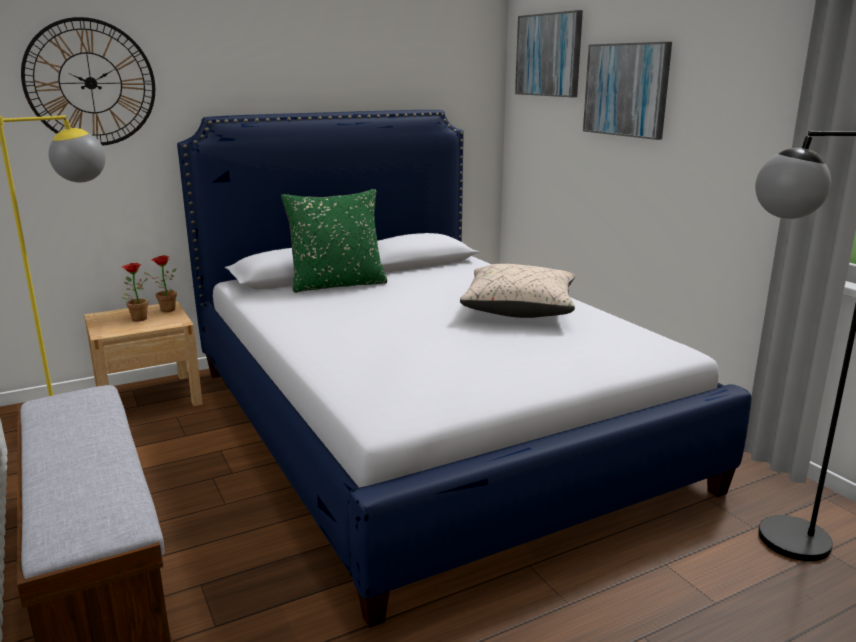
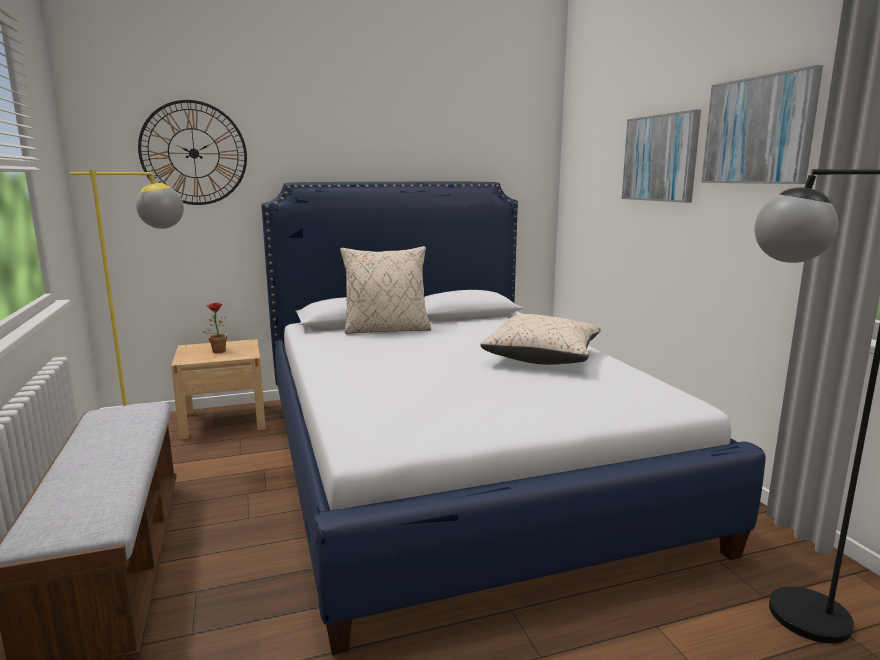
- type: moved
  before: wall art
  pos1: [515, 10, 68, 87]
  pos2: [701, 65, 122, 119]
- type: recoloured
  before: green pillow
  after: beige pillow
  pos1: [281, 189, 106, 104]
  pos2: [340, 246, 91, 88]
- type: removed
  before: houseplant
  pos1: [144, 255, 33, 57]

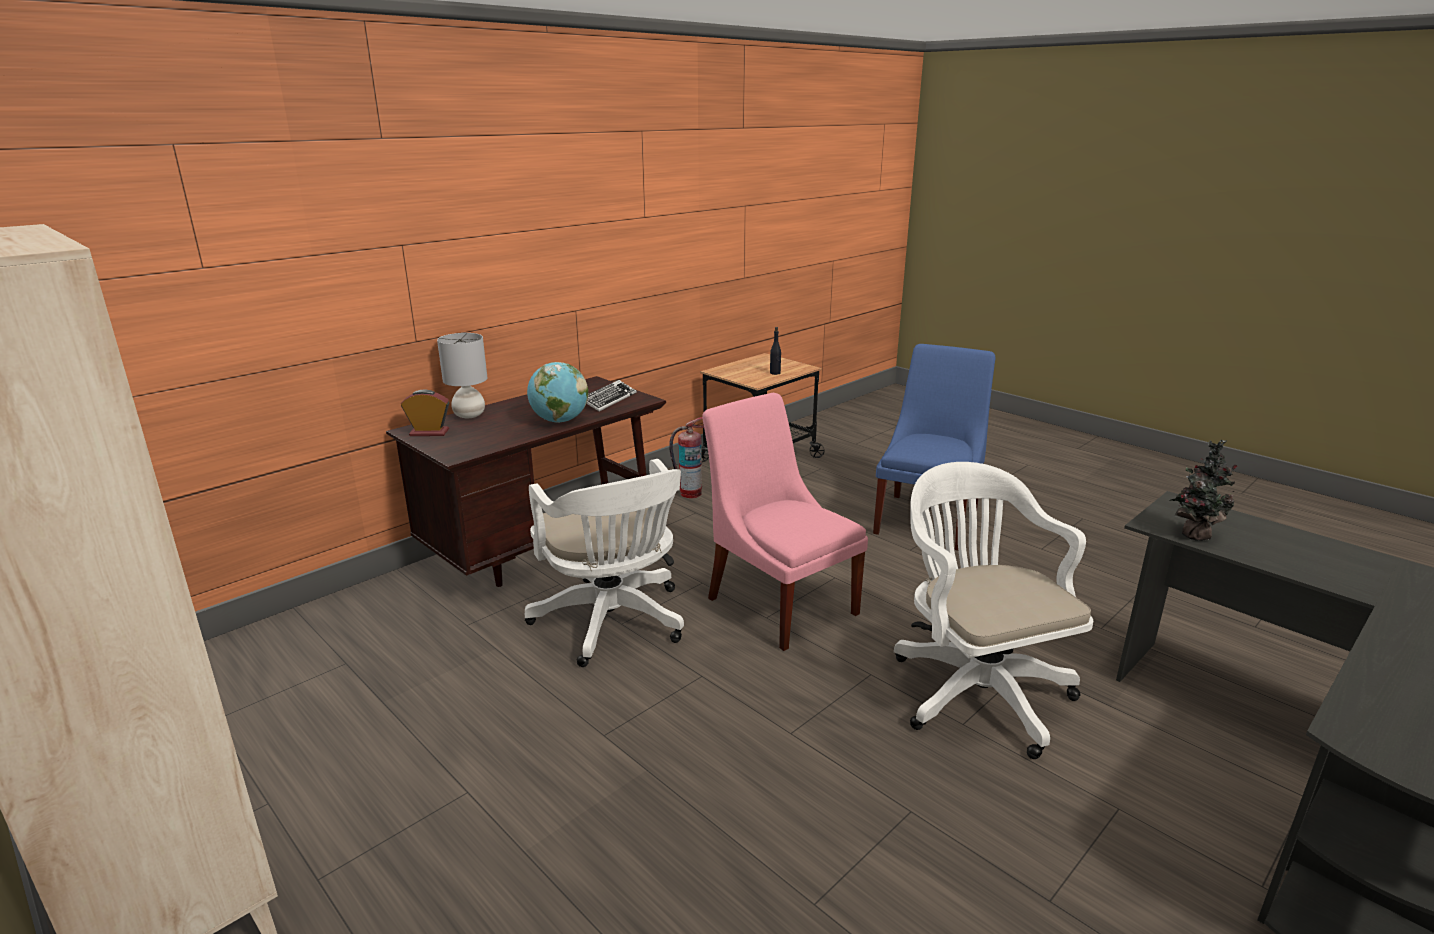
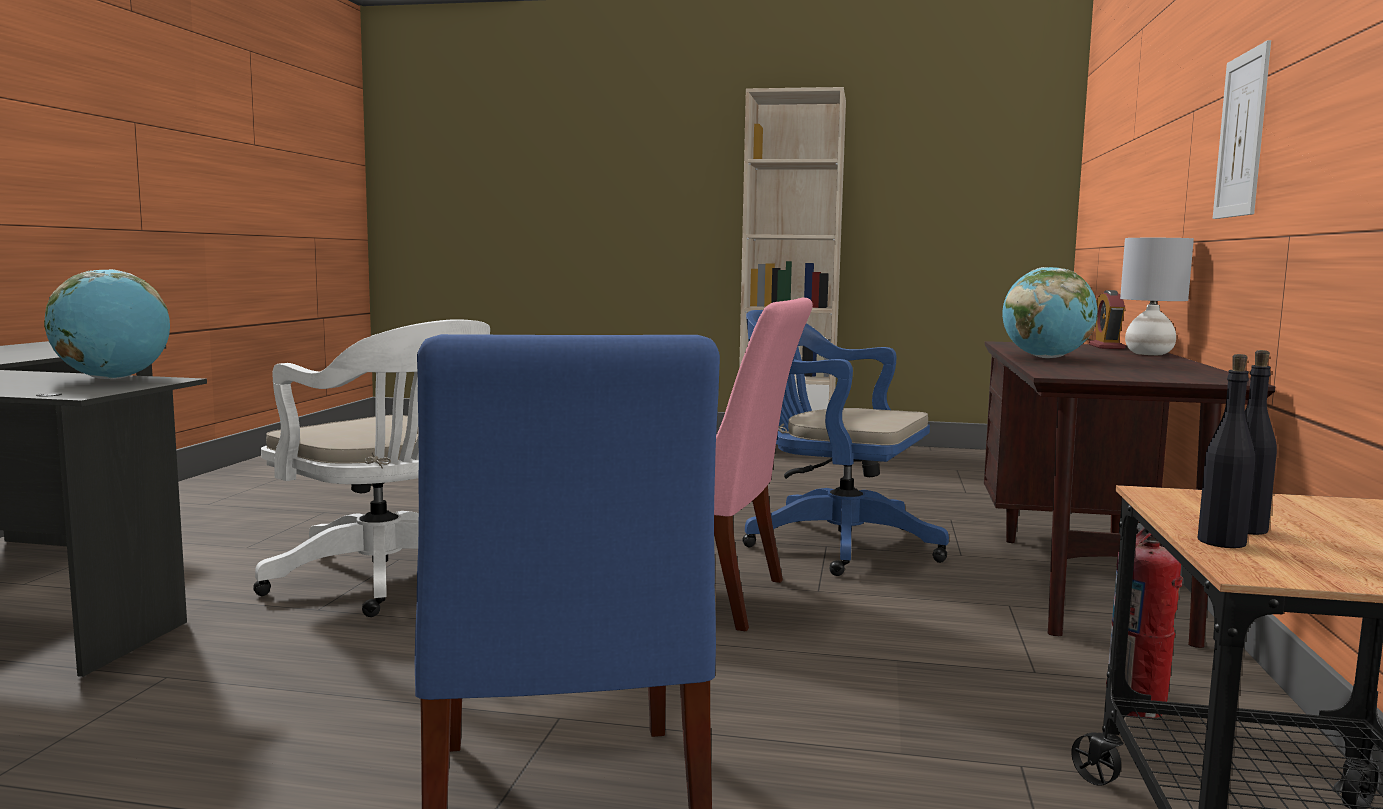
- type: removed
  before: PC keyboard
  pos1: [587, 380, 50, 31]
- type: turned
  before: table clock
  pos1: [401, 389, 49, 47]
  pos2: [1089, 290, 37, 59]
  turn: 135
- type: replaced
  before: houseplant
  after: globe
  pos1: [1170, 440, 67, 101]
  pos2: [44, 269, 126, 110]
- type: recoloured
  before: white desk chair
  after: bluish desk chair
  pos1: [525, 459, 159, 208]
  pos2: [742, 310, 207, 266]
- type: added
  after: wall art
  pos2: [1213, 40, 58, 179]
- type: added
  after: black bottle
  pos2: [1198, 354, 57, 194]

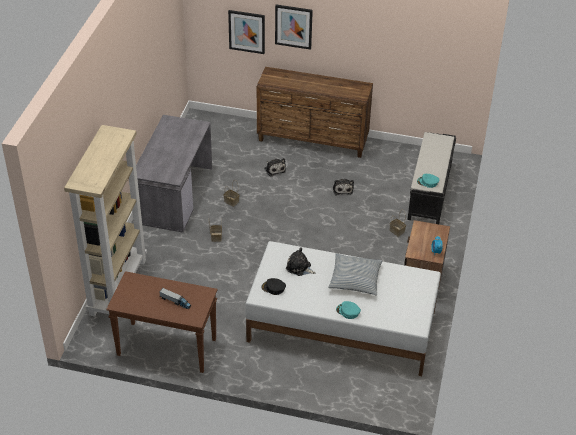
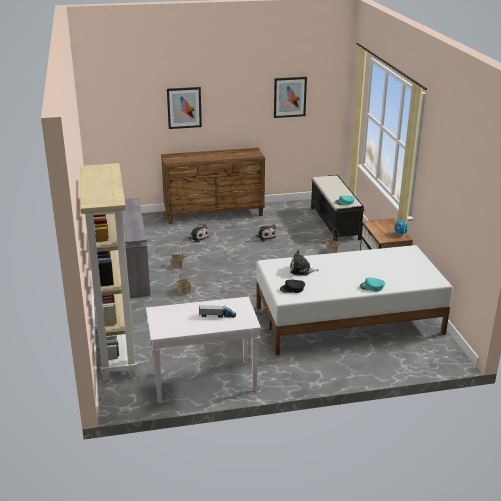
- type: moved
  before: wall art
  pos1: [228, 10, 37, 44]
  pos2: [274, 77, 33, 41]
- type: removed
  before: pillow
  pos1: [328, 253, 54, 42]
- type: recoloured
  before: brownish console table
  after: white console table
  pos1: [106, 271, 112, 102]
  pos2: [146, 297, 115, 107]

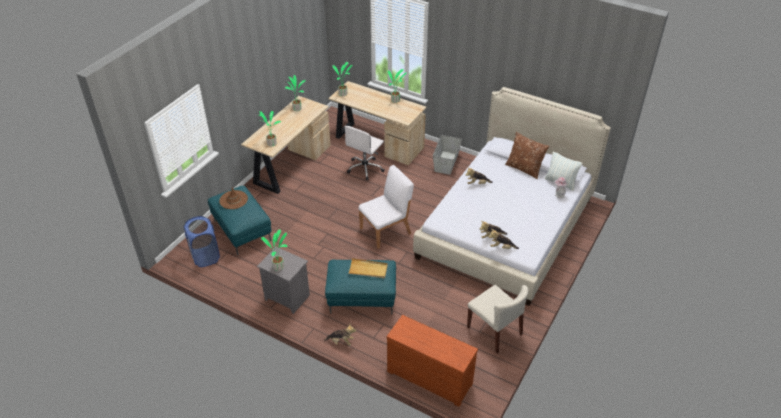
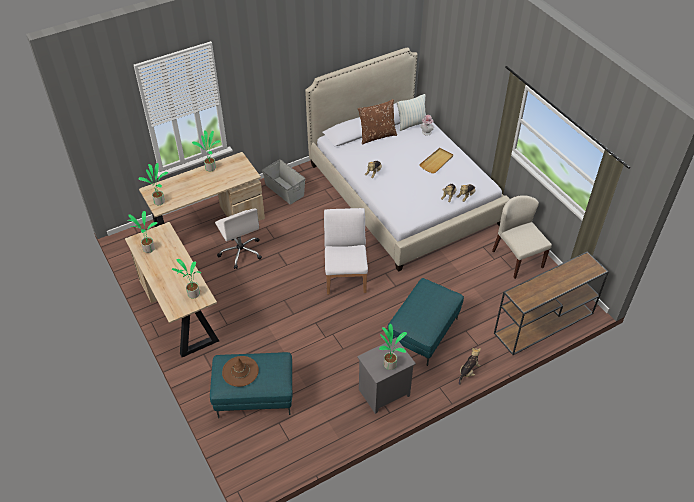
- type: removed
  before: bluish hamper
  pos1: [184, 216, 36, 51]
- type: moved
  before: beige serving tray
  pos1: [348, 258, 40, 20]
  pos2: [419, 148, 34, 25]
- type: turned
  before: beige chair
  pos1: [467, 285, 62, 69]
  pos2: [492, 195, 60, 84]
  turn: -105
- type: replaced
  before: brownish drawer chest
  after: brownish console table
  pos1: [386, 315, 92, 92]
  pos2: [494, 251, 115, 104]

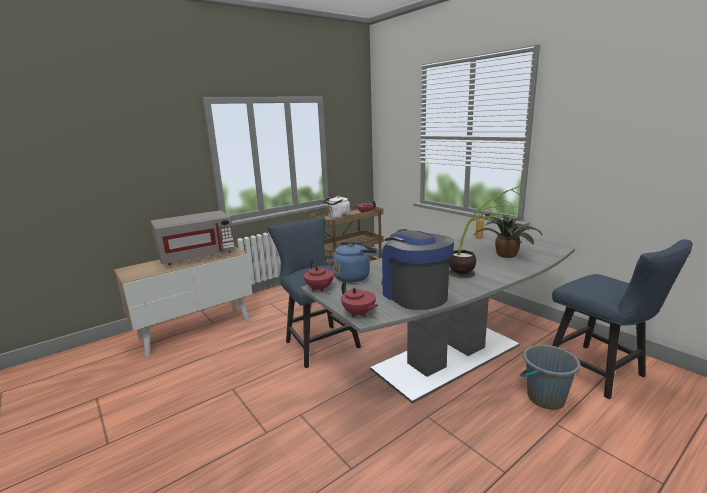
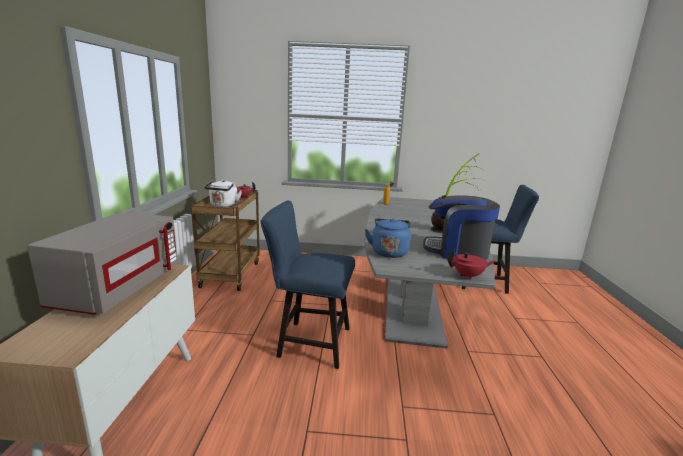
- type: removed
  before: houseplant
  pos1: [473, 214, 69, 44]
- type: removed
  before: red-coloured teapot
  pos1: [304, 260, 30, 32]
- type: removed
  before: grey bucket
  pos1: [520, 345, 60, 64]

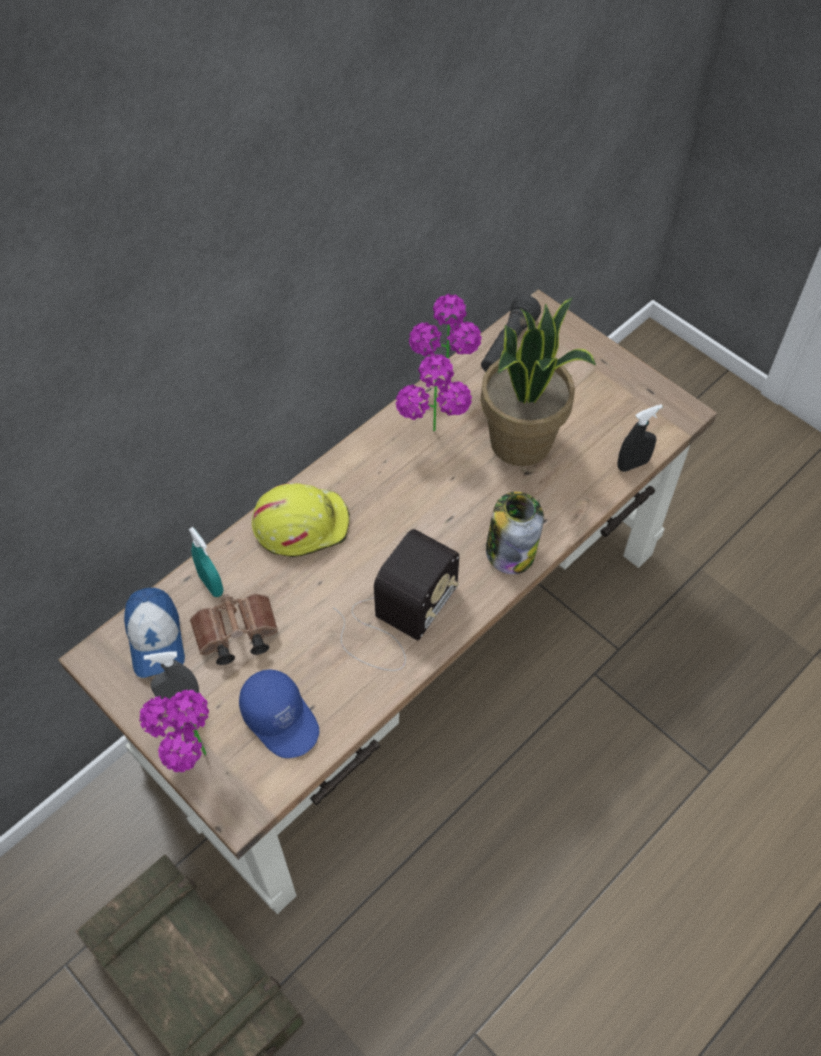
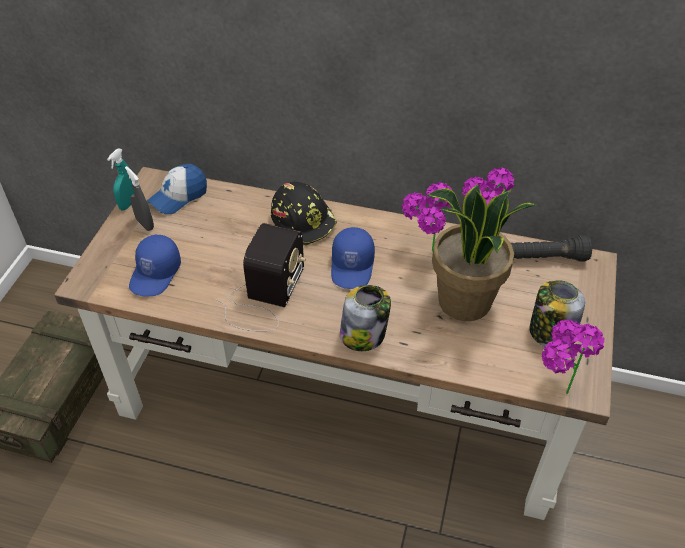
- type: removed
  before: black sprayer
  pos1: [617, 404, 45, 68]
- type: recoloured
  before: yellow-coloured hard hat
  after: black hard hat
  pos1: [252, 483, 98, 74]
  pos2: [271, 182, 66, 63]
- type: moved
  before: turquoise sprayer
  pos1: [188, 527, 35, 70]
  pos2: [107, 148, 27, 62]
- type: turned
  before: radio set
  pos1: [333, 529, 126, 142]
  pos2: [214, 223, 92, 108]
  turn: -75
- type: removed
  before: brownish field glasses
  pos1: [190, 593, 88, 72]
- type: moved
  before: houseplant
  pos1: [139, 690, 70, 82]
  pos2: [542, 319, 63, 75]
- type: added
  after: bluish peaked cap
  pos2: [331, 227, 44, 62]
- type: added
  after: jar
  pos2: [529, 280, 56, 67]

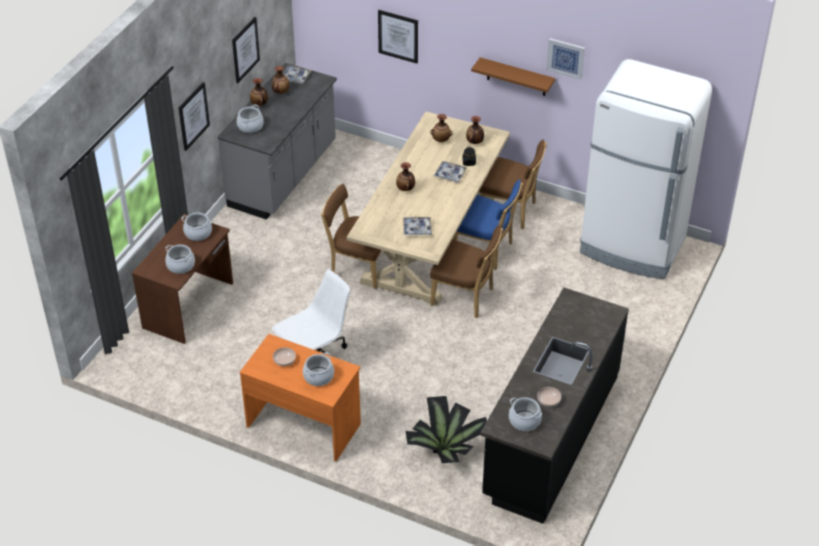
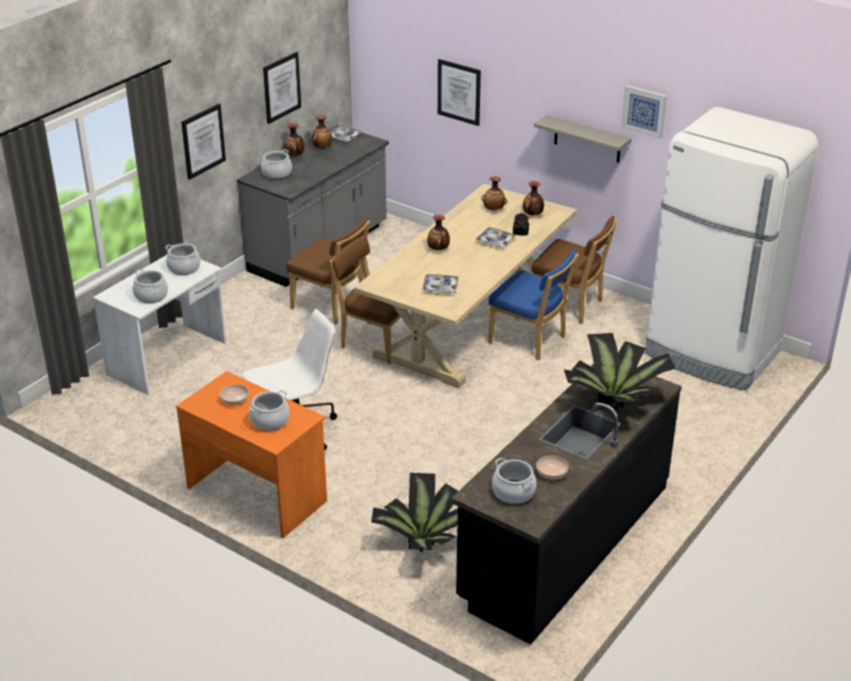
- type: recoloured
  before: brownish shelf
  after: grey shelf
  pos1: [471, 57, 84, 39]
  pos2: [534, 115, 97, 48]
- type: recoloured
  before: brownish desk table
  after: white desk table
  pos1: [132, 214, 101, 130]
  pos2: [93, 255, 134, 140]
- type: moved
  before: brownish chair
  pos1: [430, 225, 73, 93]
  pos2: [286, 217, 84, 108]
- type: added
  after: houseplant
  pos2: [564, 333, 112, 78]

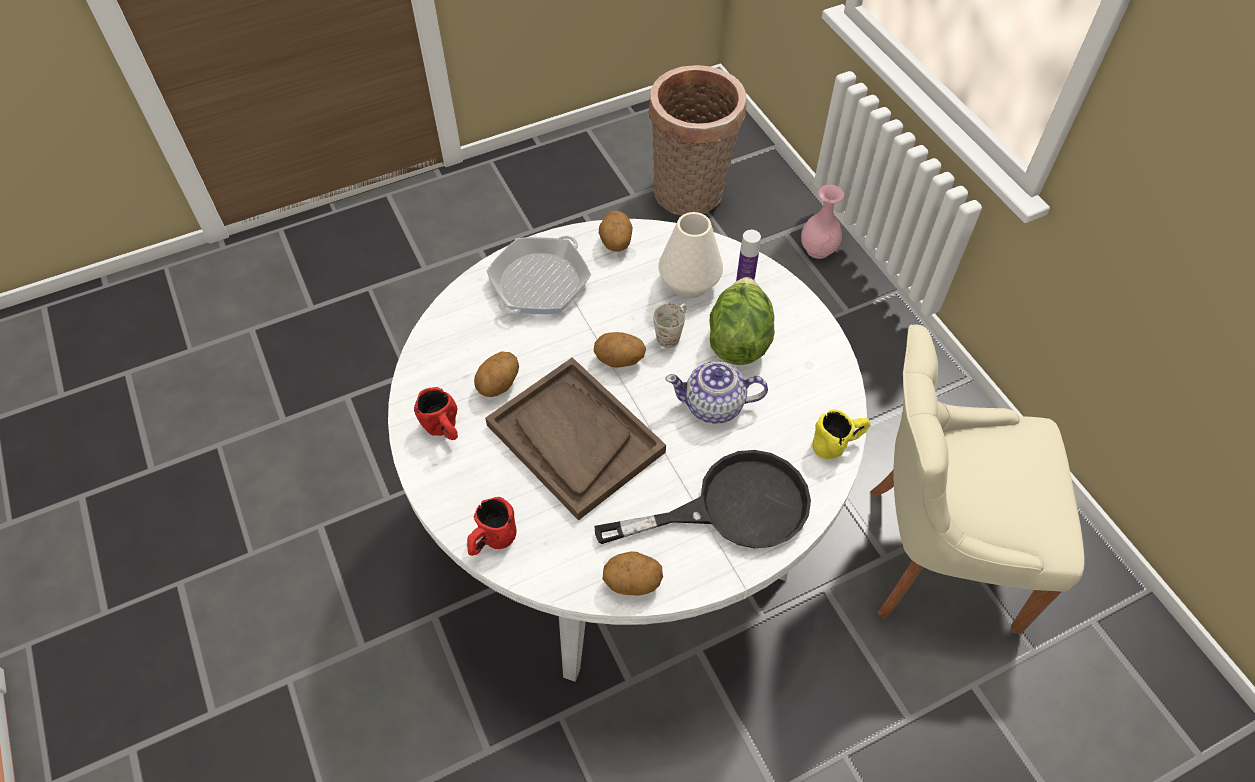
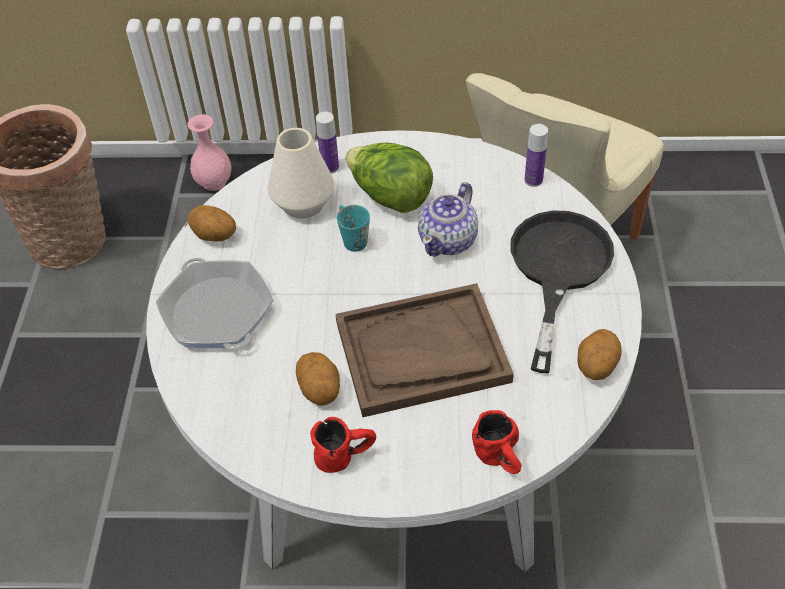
- type: recoloured
  before: white mug
  after: turquoise mug
  pos1: [653, 303, 34, 45]
  pos2: [337, 205, 33, 47]
- type: removed
  before: whole potato
  pos1: [594, 332, 52, 36]
- type: replaced
  before: yellow-coloured mug
  after: bottle
  pos1: [812, 409, 59, 50]
  pos2: [525, 124, 23, 63]

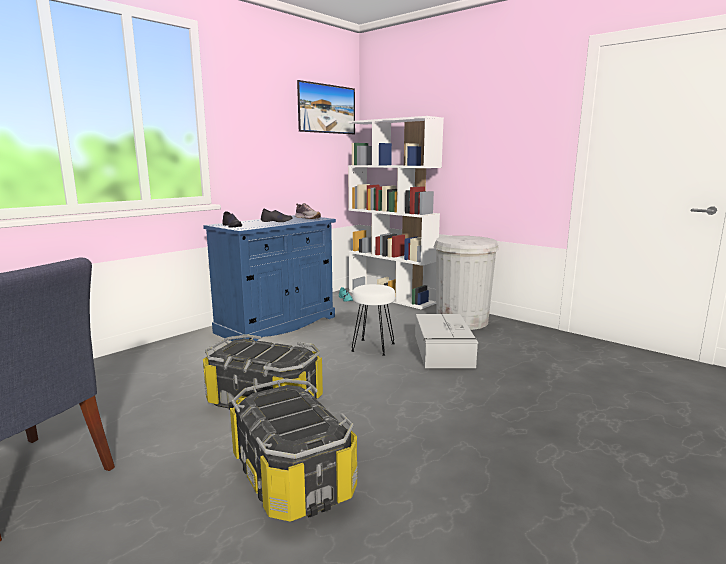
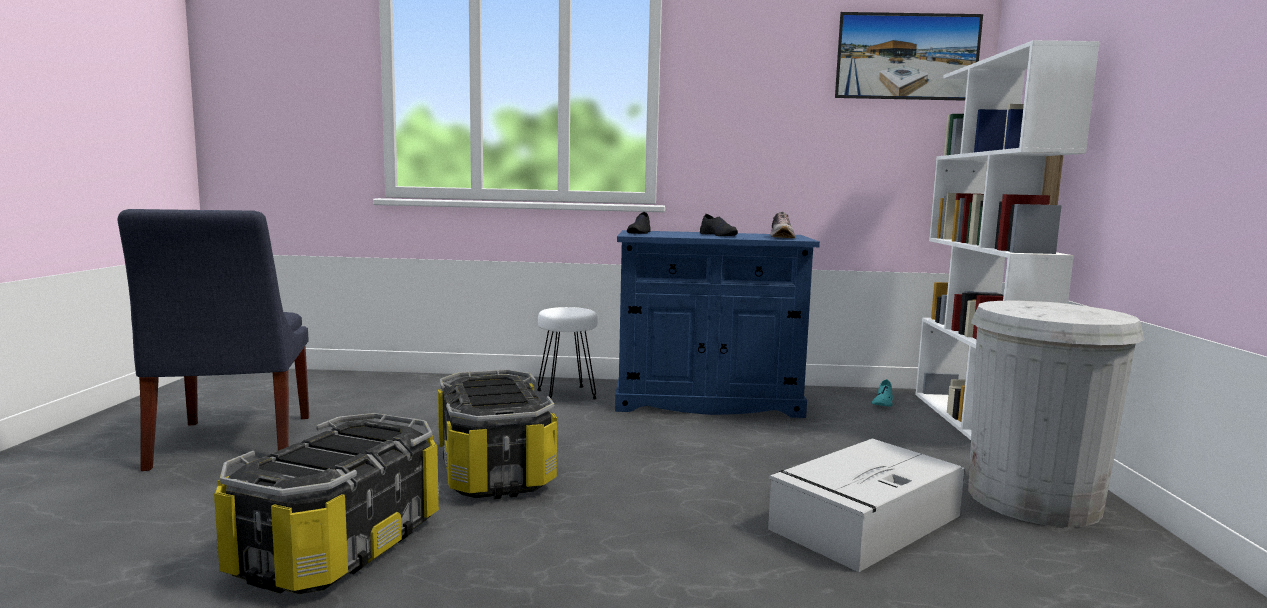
- type: moved
  before: white stool seat
  pos1: [351, 284, 44, 72]
  pos2: [537, 307, 61, 93]

